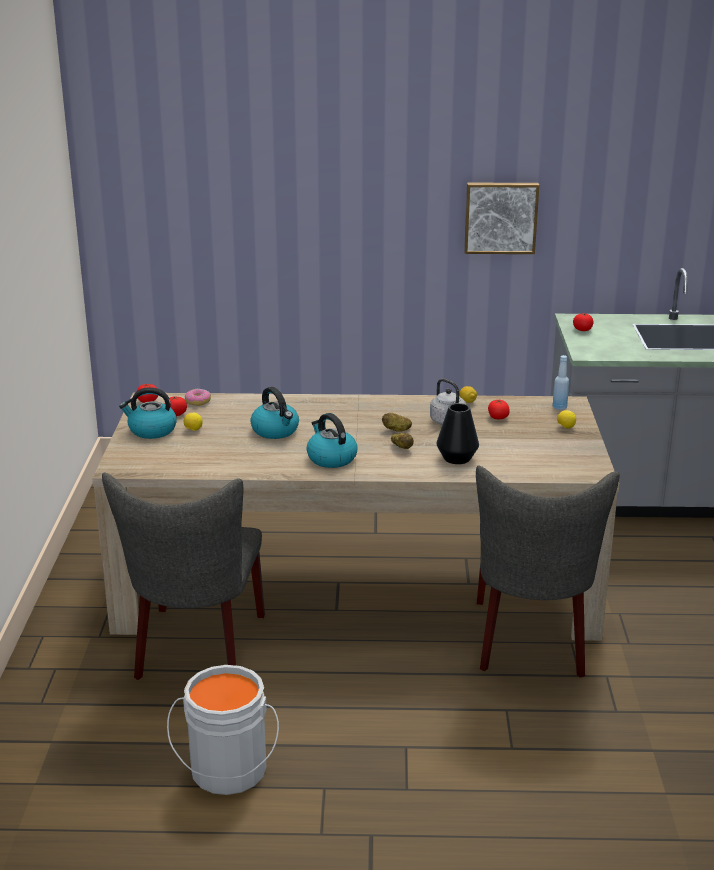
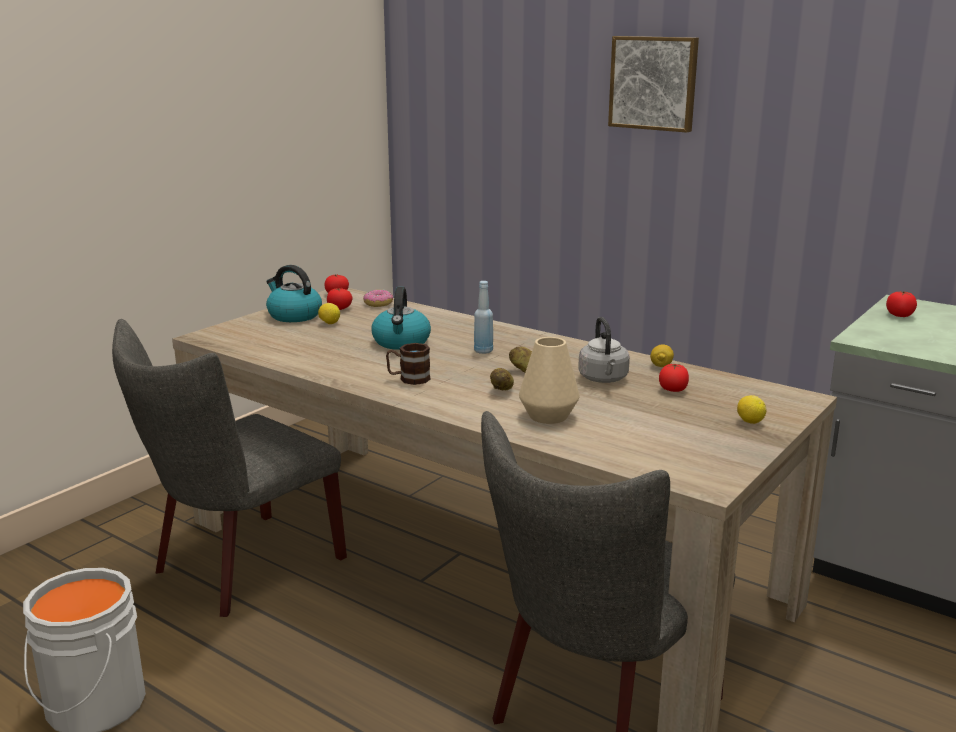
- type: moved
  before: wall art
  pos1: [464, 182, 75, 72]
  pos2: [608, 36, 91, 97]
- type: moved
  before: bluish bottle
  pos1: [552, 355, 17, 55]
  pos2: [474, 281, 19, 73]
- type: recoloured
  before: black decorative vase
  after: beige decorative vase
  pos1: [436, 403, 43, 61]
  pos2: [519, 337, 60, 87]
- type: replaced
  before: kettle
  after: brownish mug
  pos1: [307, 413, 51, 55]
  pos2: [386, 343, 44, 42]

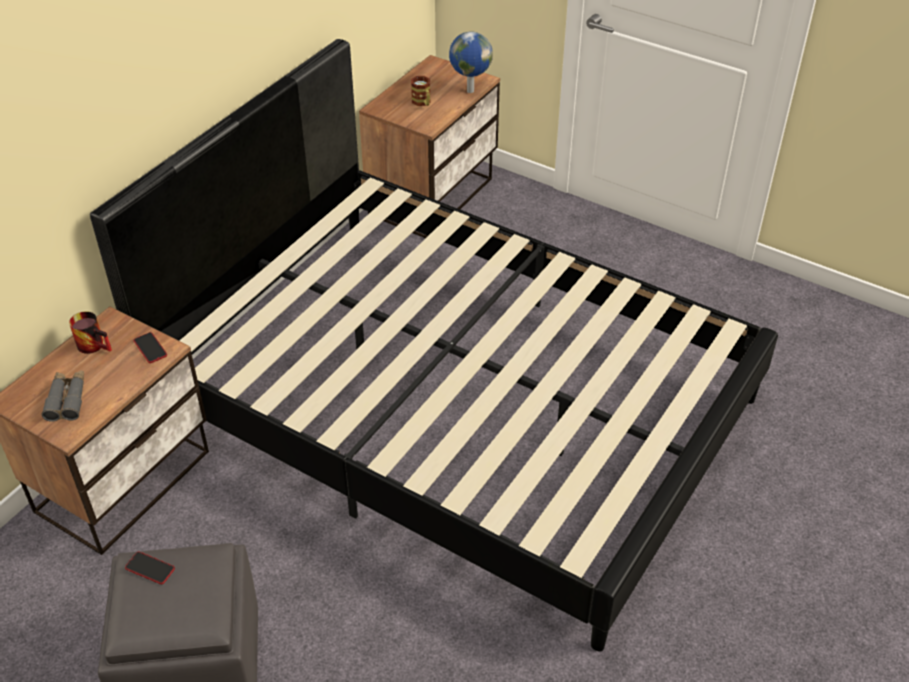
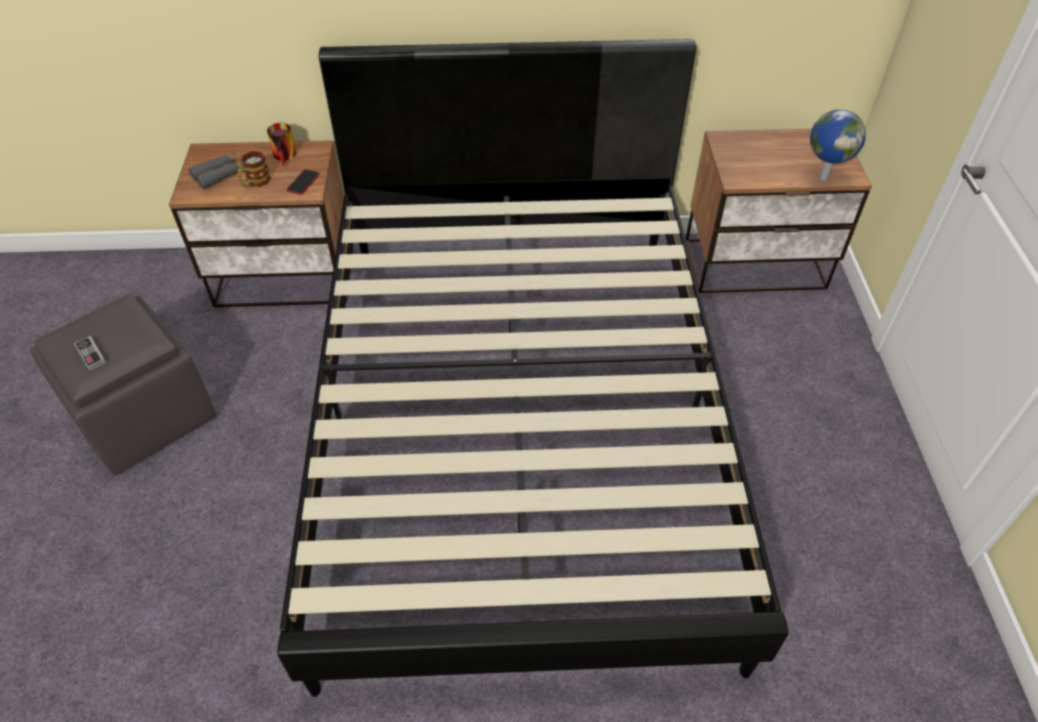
- type: moved
  before: mug
  pos1: [411, 76, 20, 30]
  pos2: [237, 151, 34, 36]
- type: removed
  before: phone
  pos1: [125, 552, 50, 32]
- type: added
  after: gamepad
  pos2: [74, 336, 32, 35]

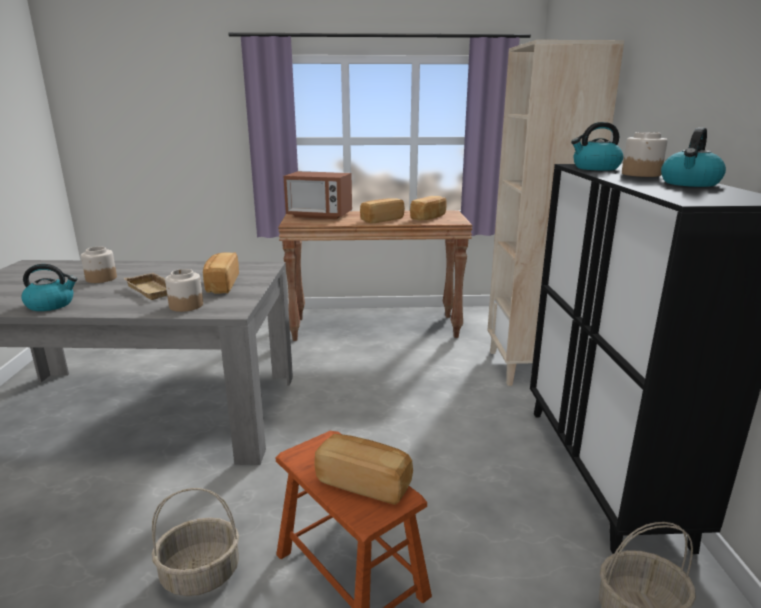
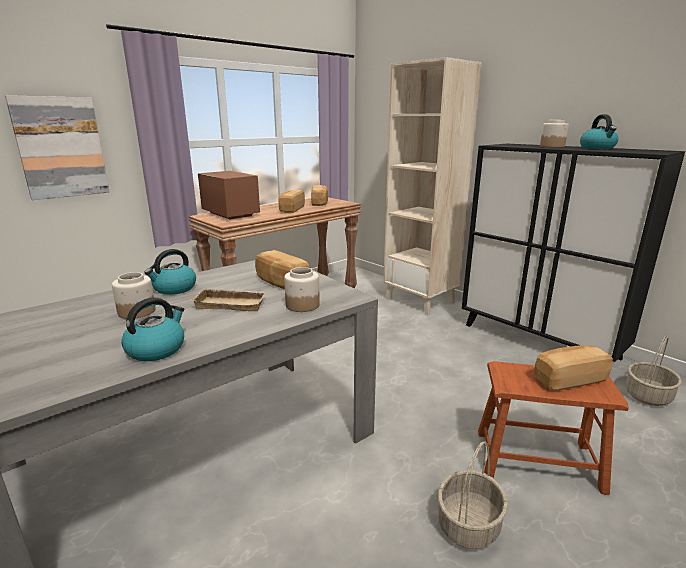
- type: moved
  before: kettle
  pos1: [571, 122, 52, 49]
  pos2: [144, 249, 52, 46]
- type: turned
  before: microwave oven
  pos1: [284, 171, 68, 48]
  pos2: [198, 171, 62, 48]
  turn: -105
- type: added
  after: wall art
  pos2: [5, 95, 104, 105]

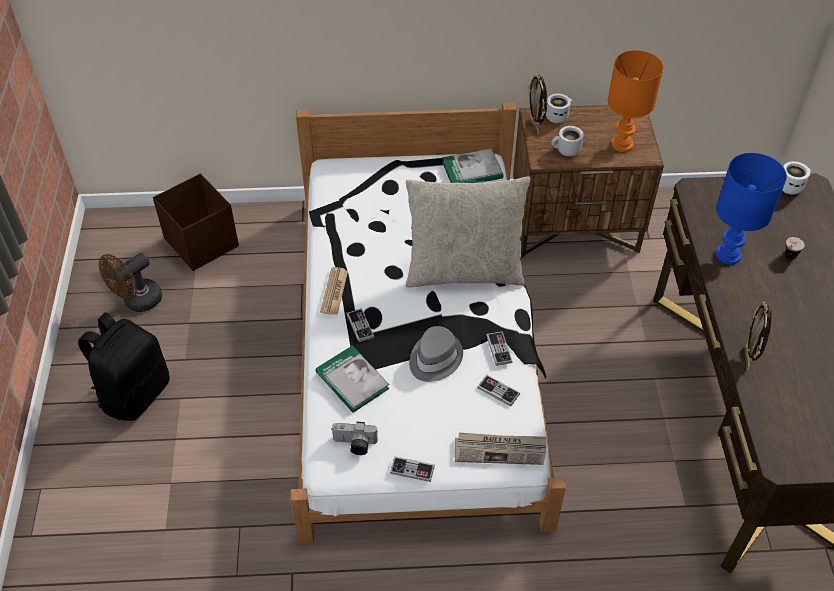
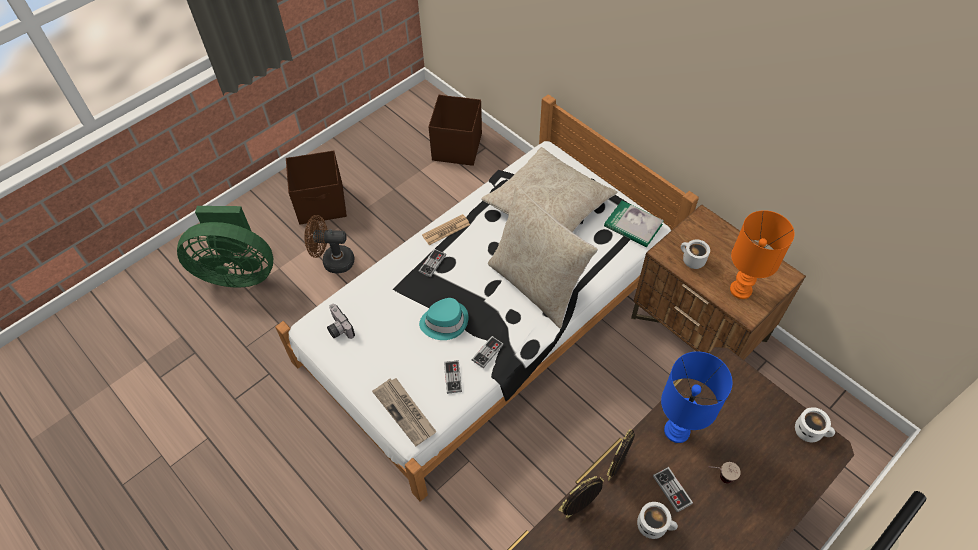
- type: moved
  before: standing frame
  pos1: [529, 74, 18, 60]
  pos2: [607, 429, 28, 52]
- type: moved
  before: white mug
  pos1: [546, 94, 27, 29]
  pos2: [637, 502, 41, 37]
- type: moved
  before: brownish electric fan
  pos1: [99, 253, 63, 59]
  pos2: [304, 215, 50, 58]
- type: replaced
  before: black backpack
  after: brownish storage bin
  pos1: [78, 312, 91, 109]
  pos2: [286, 150, 61, 75]
- type: recoloured
  before: grey wearable hat
  after: turquoise wearable hat
  pos1: [409, 326, 54, 56]
  pos2: [419, 298, 50, 42]
- type: removed
  before: bound book
  pos1: [315, 346, 75, 67]
- type: moved
  before: gamepad
  pos1: [390, 457, 45, 25]
  pos2: [653, 467, 40, 45]
- type: added
  after: beige pillow
  pos2: [481, 147, 137, 85]
- type: added
  after: green electric fan
  pos2: [177, 206, 96, 82]

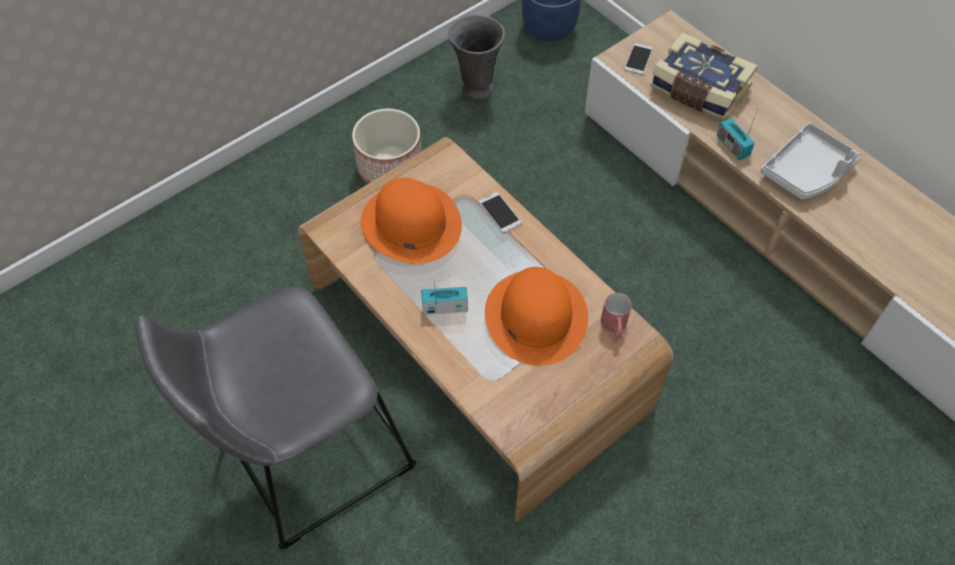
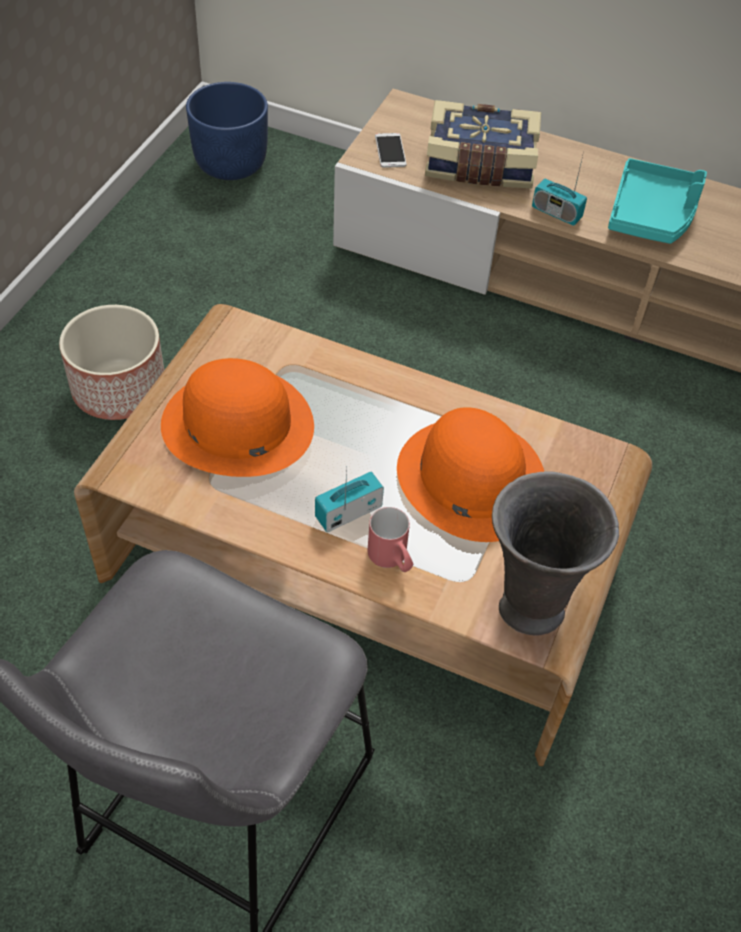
- type: moved
  before: grey decorative vase
  pos1: [448, 14, 57, 86]
  pos2: [492, 472, 127, 164]
- type: recoloured
  before: grey serving tray
  after: turquoise serving tray
  pos1: [760, 122, 101, 78]
  pos2: [608, 158, 99, 86]
- type: removed
  before: phone
  pos1: [479, 192, 42, 41]
- type: moved
  before: red-coloured mug
  pos1: [601, 293, 30, 45]
  pos2: [367, 507, 46, 65]

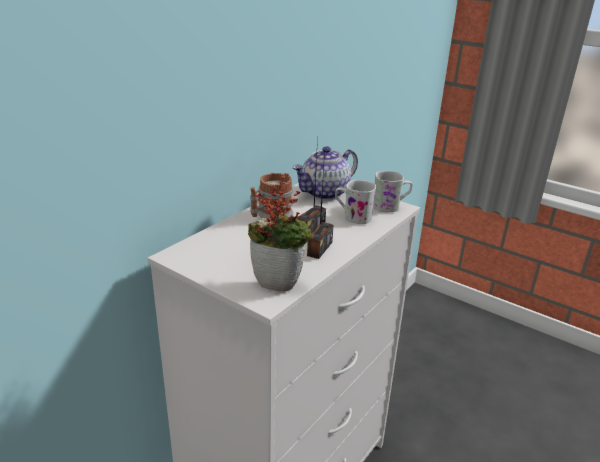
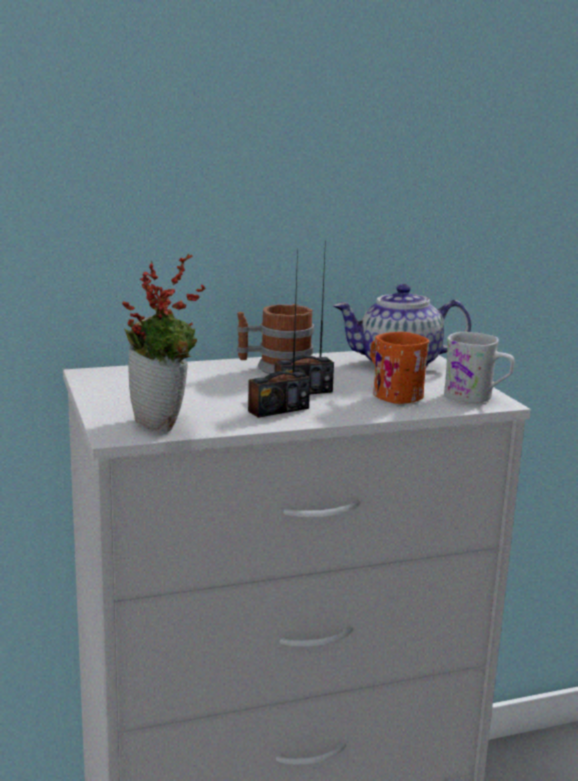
- type: recoloured
  before: white mug
  after: orange-coloured mug
  pos1: [335, 180, 41, 44]
  pos2: [370, 332, 59, 72]

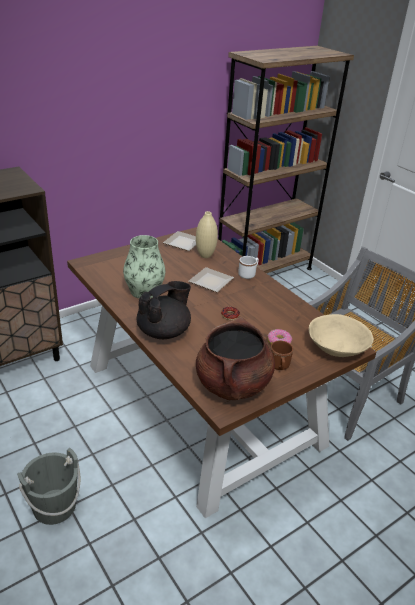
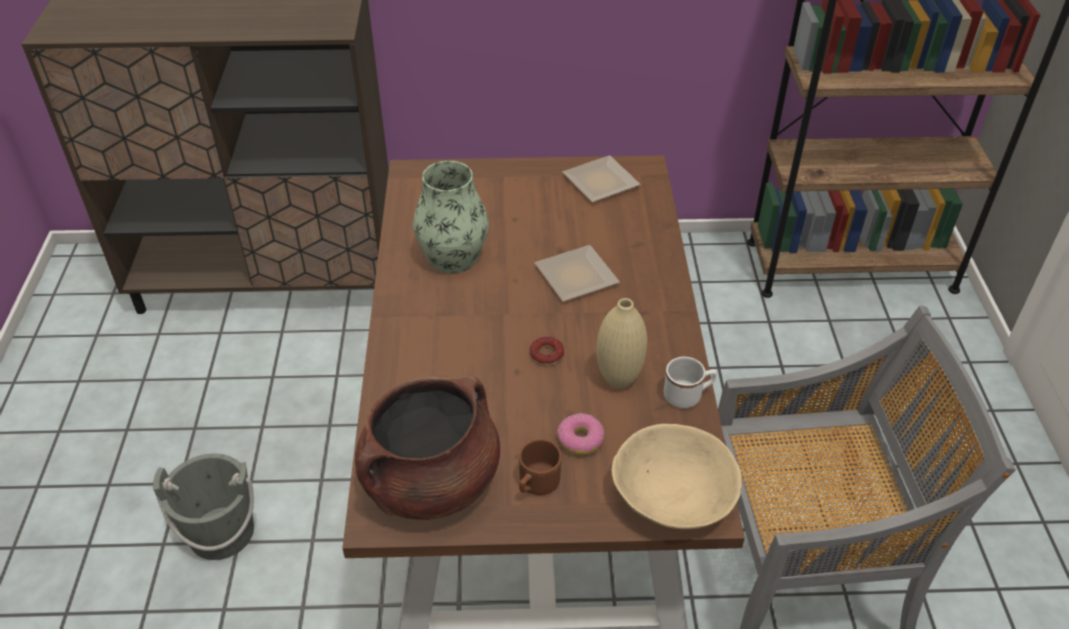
- type: moved
  before: beige decorative vase
  pos1: [196, 211, 22, 47]
  pos2: [597, 298, 50, 91]
- type: moved
  before: white mug
  pos1: [238, 256, 21, 23]
  pos2: [664, 357, 53, 51]
- type: removed
  before: black teapot
  pos1: [137, 281, 54, 58]

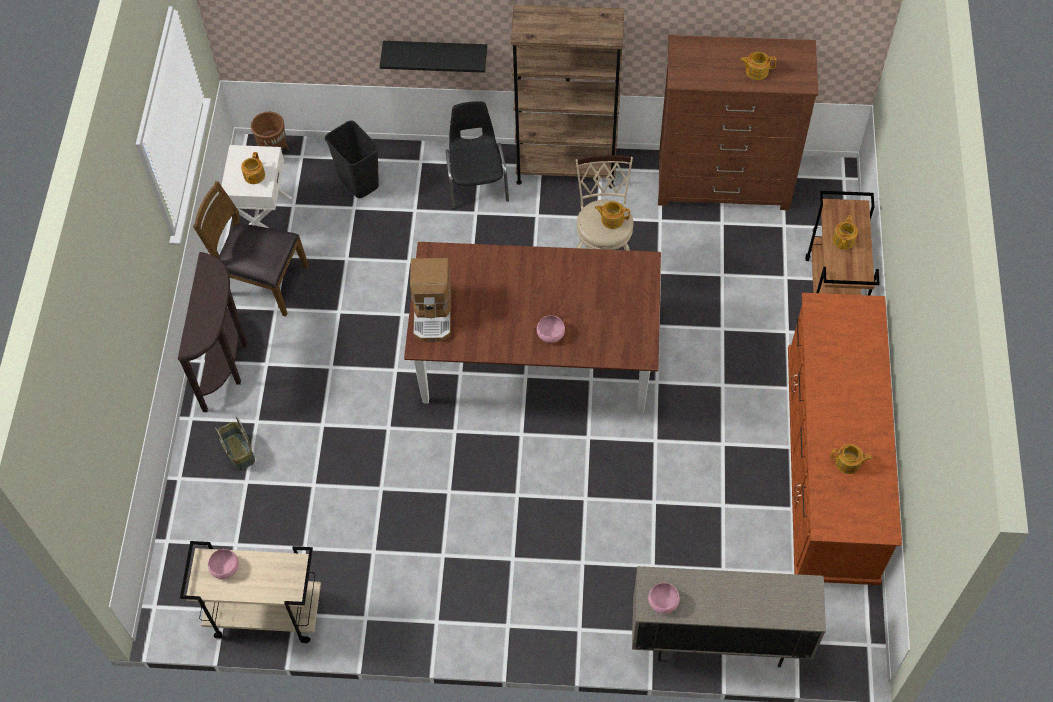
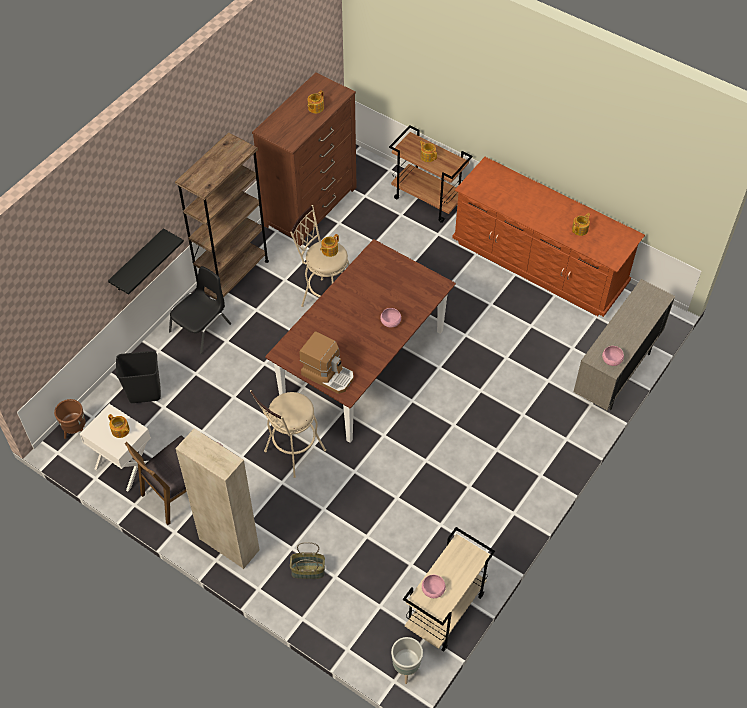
- type: turned
  before: black chair
  pos1: [446, 101, 63, 108]
  pos2: [169, 266, 62, 88]
  turn: 105
- type: replaced
  before: brownish console table
  after: beige cabinet
  pos1: [178, 252, 70, 160]
  pos2: [175, 428, 84, 141]
- type: added
  after: beige stool seat
  pos2: [250, 390, 76, 88]
- type: added
  after: grey plant pot
  pos2: [391, 637, 32, 47]

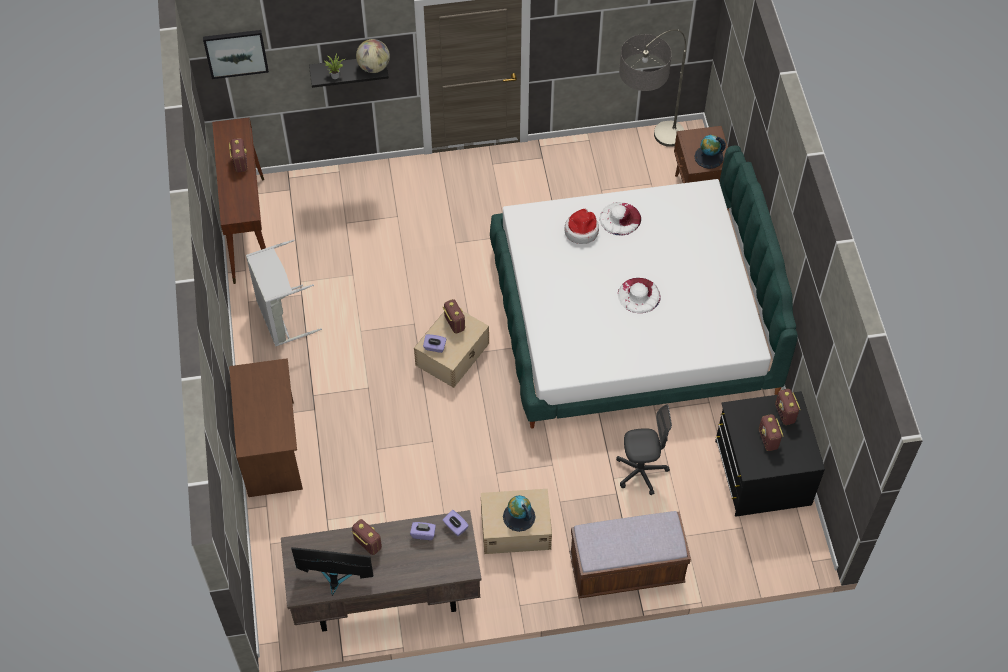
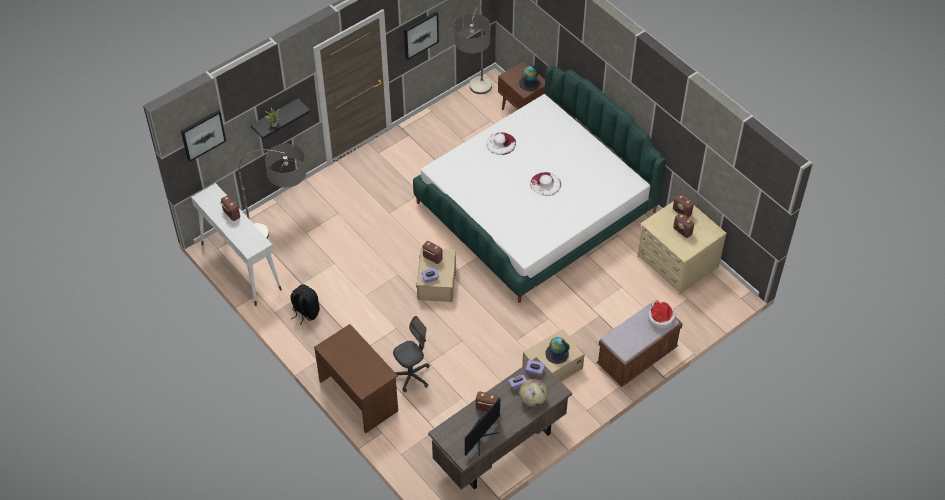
- type: moved
  before: globe
  pos1: [356, 39, 34, 34]
  pos2: [519, 379, 28, 28]
- type: recoloured
  before: brownish console table
  after: white console table
  pos1: [212, 117, 54, 167]
  pos2: [191, 183, 91, 123]
- type: moved
  before: wearable hat
  pos1: [564, 208, 35, 36]
  pos2: [648, 302, 27, 28]
- type: replaced
  before: grey hamper
  after: black backpack
  pos1: [246, 239, 76, 108]
  pos2: [290, 284, 30, 41]
- type: recoloured
  before: black drawer chest
  after: beige drawer chest
  pos1: [715, 391, 110, 126]
  pos2: [637, 201, 90, 94]
- type: moved
  before: grey desk chair
  pos1: [616, 405, 56, 90]
  pos2: [393, 316, 37, 76]
- type: turned
  before: monitor
  pos1: [291, 547, 82, 49]
  pos2: [465, 398, 35, 58]
  turn: 150
- type: added
  after: wall art
  pos2: [404, 12, 35, 48]
- type: added
  after: standing lamp
  pos2: [239, 144, 68, 95]

